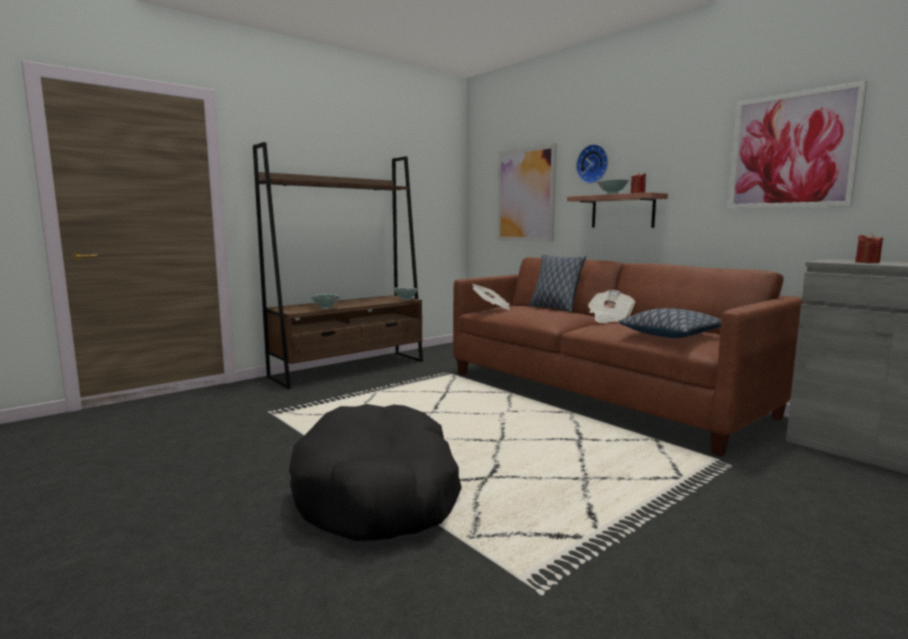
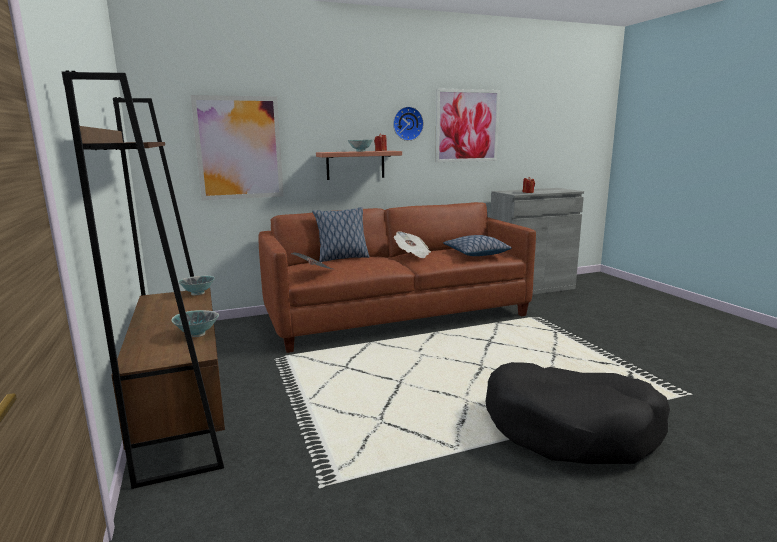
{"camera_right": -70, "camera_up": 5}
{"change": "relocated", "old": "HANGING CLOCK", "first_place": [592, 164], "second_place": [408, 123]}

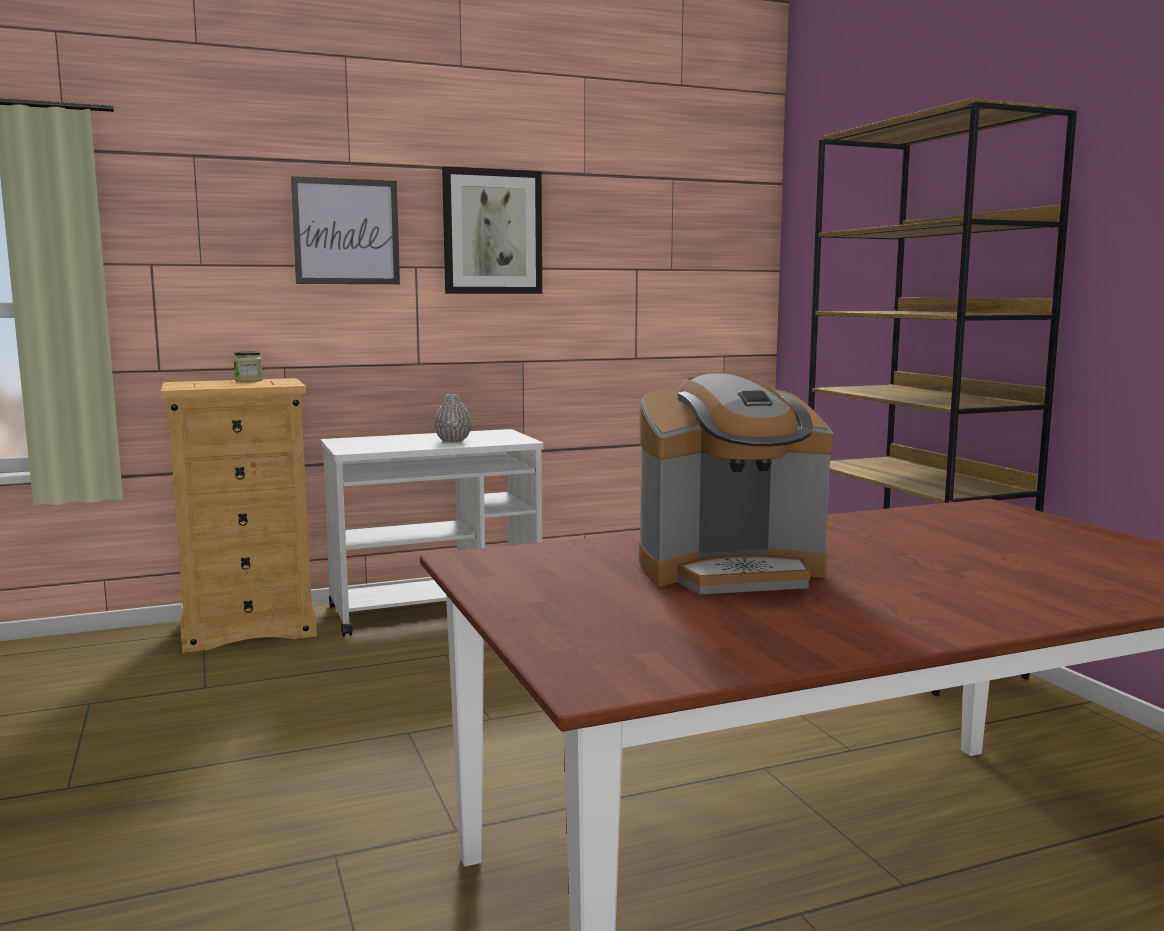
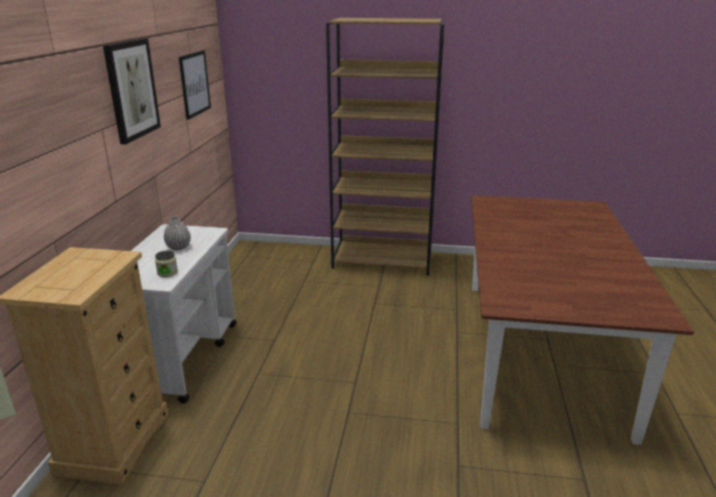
{"camera_right": -60, "camera_up": 15}
{"change": "relocated", "old": "STORAGE JAR", "first_place": [248, 366], "second_place": [166, 264]}
{"change": "relocated", "old": "WALL PICTURE", "first_place": [345, 230], "second_place": [195, 85]}
{"change": "missing", "old": "COFFEE MACHINE", "first_place": [736, 484]}

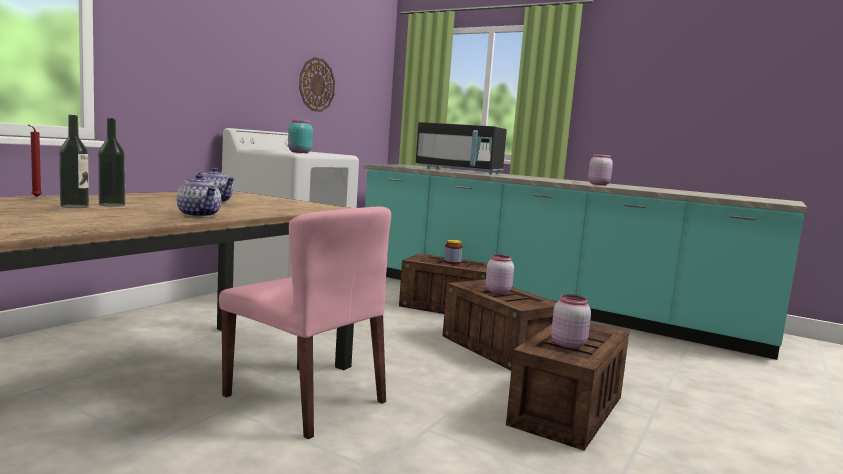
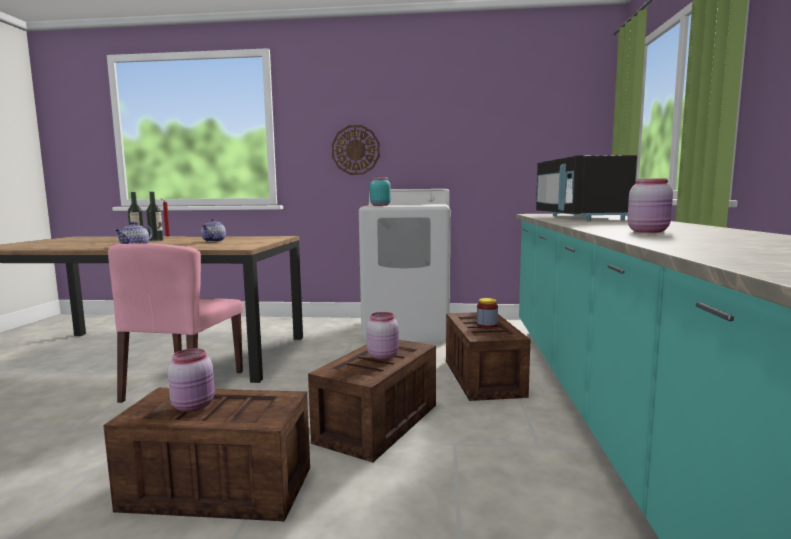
{"camera_right": 65, "camera_up": 0}
{"change": "relocated", "old": "HANGING CLOCK", "first_place": [317, 84], "second_place": [356, 150]}

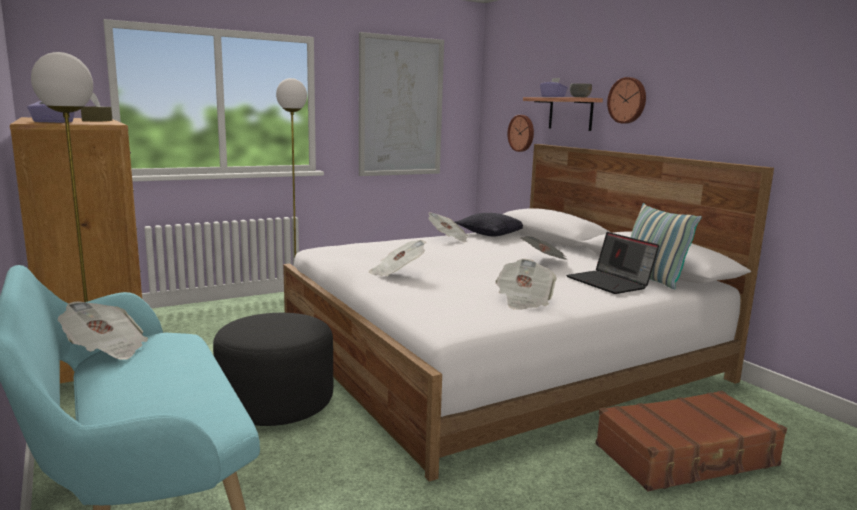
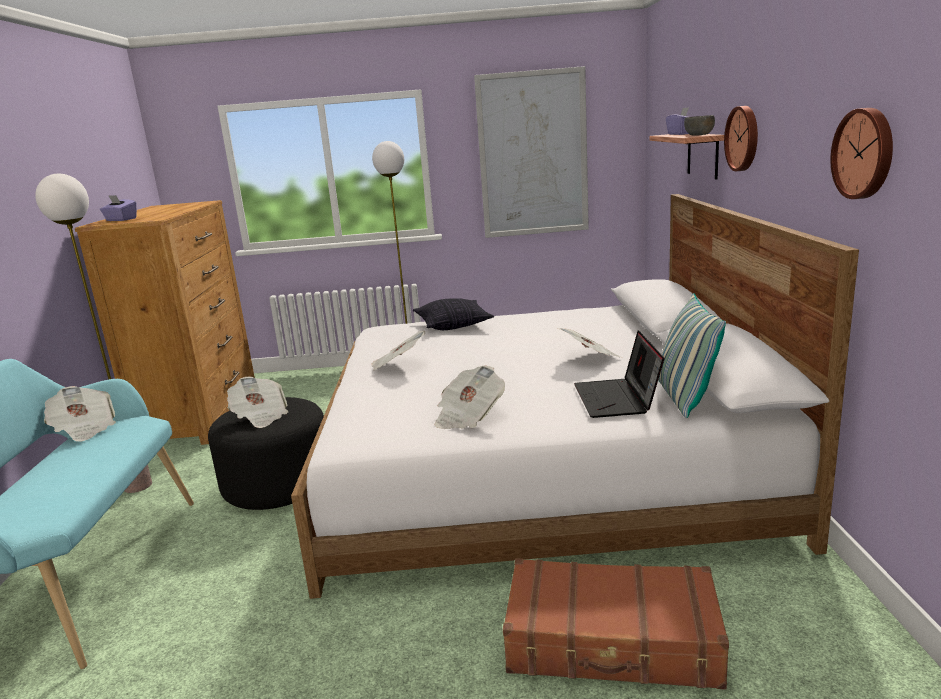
{"camera_right": 30, "camera_up": 5}
{"change": "relocated", "old": "PRINTED PAPER", "first_place": [448, 227], "second_place": [257, 402]}
{"change": "relocated", "old": "THROW PILLOW", "first_place": [489, 224], "second_place": [453, 314]}
{"change": "relocated", "old": "HANGING CLOCK", "first_place": [520, 133], "second_place": [862, 153]}
{"change": "missing", "old": "BROWNISH BOX OF TISSUES", "first_place": [96, 107]}

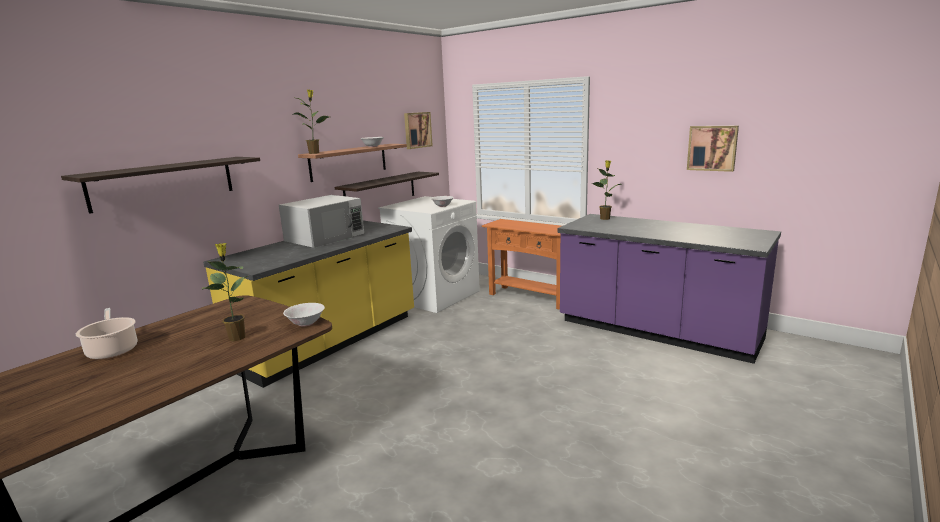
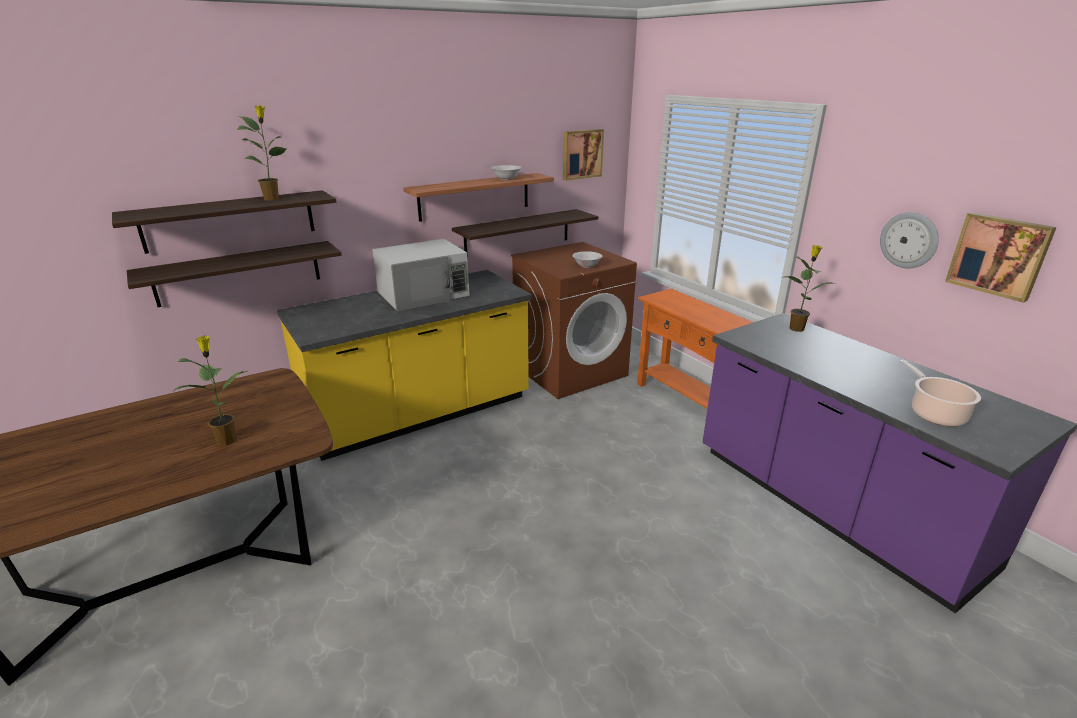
{"camera_right": 20, "camera_up": 10}
{"change": "appeared", "new": "WALL SHELF", "second_place": [234, 274]}
{"change": "relocated", "old": "HOUSEPLANT", "first_place": [311, 121], "second_place": [261, 152]}
{"change": "colour", "old": "WHITE-COLOURED WASHING MACHINE", "new": "BROWNISH WASHING MACHINE", "first_place": [429, 254], "second_place": [574, 320]}
{"change": "appeared", "new": "HANGING CLOCK", "second_place": [909, 240]}
{"change": "relocated", "old": "COOKING POT", "first_place": [106, 333], "second_place": [940, 393]}
{"change": "missing", "old": "WHITE-COLOURED BOWL", "first_place": [304, 315]}

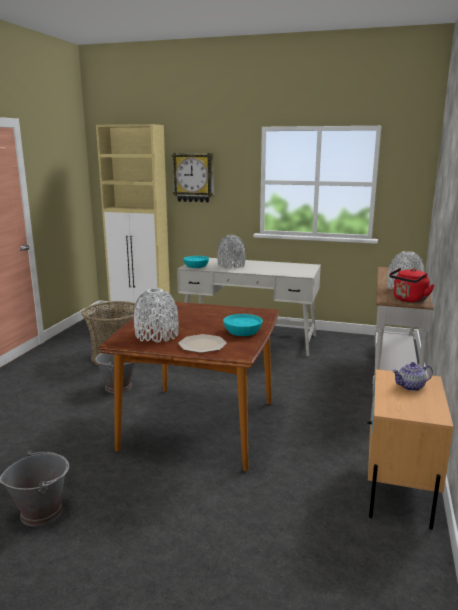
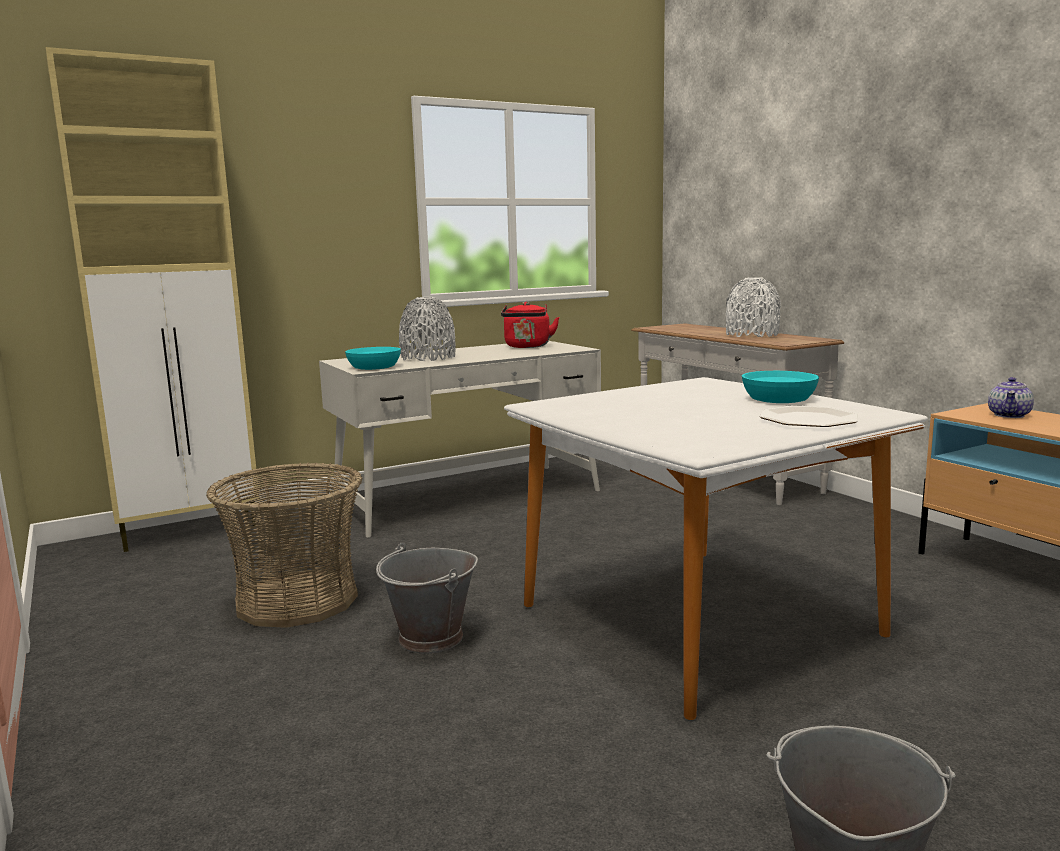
{"camera_right": -45, "camera_up": -5}
{"change": "relocated", "old": "RED-COLOURED TEA KETTLE", "first_place": [411, 285], "second_place": [530, 325]}
{"change": "colour", "old": "BROWNISH KITCHEN TABLE", "new": "WHITE-COLOURED KITCHEN TABLE", "first_place": [188, 386], "second_place": [716, 548]}
{"change": "missing", "old": "WHITE-COLOURED DECORATIVE VASE", "first_place": [156, 315]}
{"change": "missing", "old": "HANGING CLOCK", "first_place": [193, 177]}

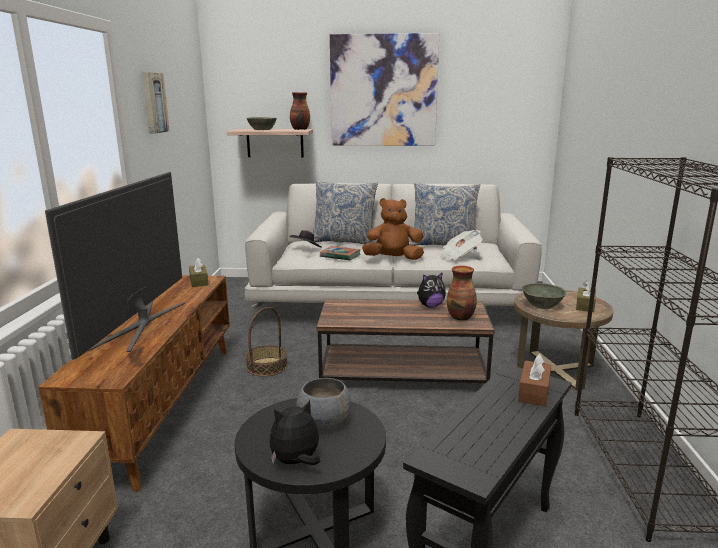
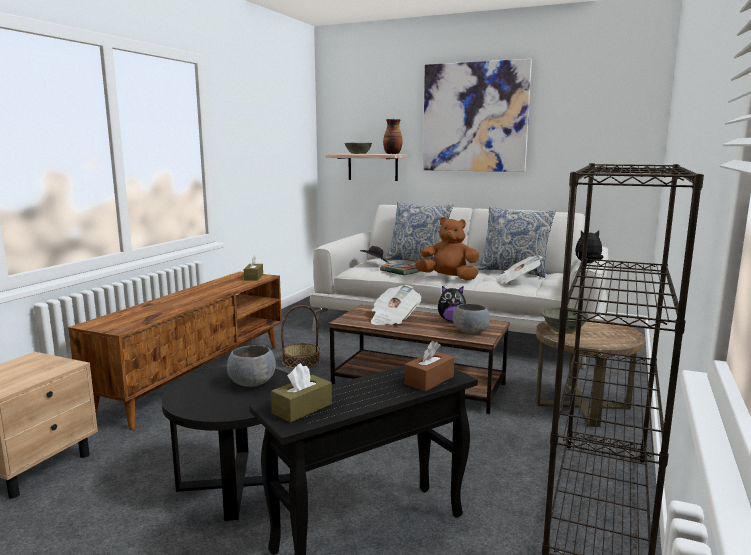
{"camera_right": 20, "camera_up": -5}
{"change": "relocated", "old": "BROWNISH BOX OF TISSUES", "first_place": [586, 296], "second_place": [301, 392]}
{"change": "appeared", "new": "PRINTED PAPER", "second_place": [396, 305]}
{"change": "exchanged", "old": "DECORATIVE VASE", "new": "GREYISH BOWL", "first_place": [462, 293], "second_place": [471, 319]}
{"change": "relocated", "old": "CUDDLY TOY", "first_place": [294, 432], "second_place": [589, 246]}
{"change": "missing", "old": "TELEVISION", "first_place": [115, 266]}
{"change": "missing", "old": "WALL PICTURE", "first_place": [156, 103]}

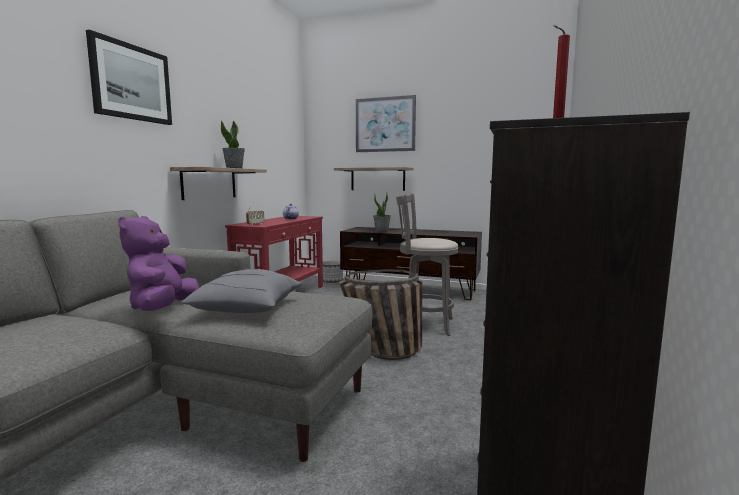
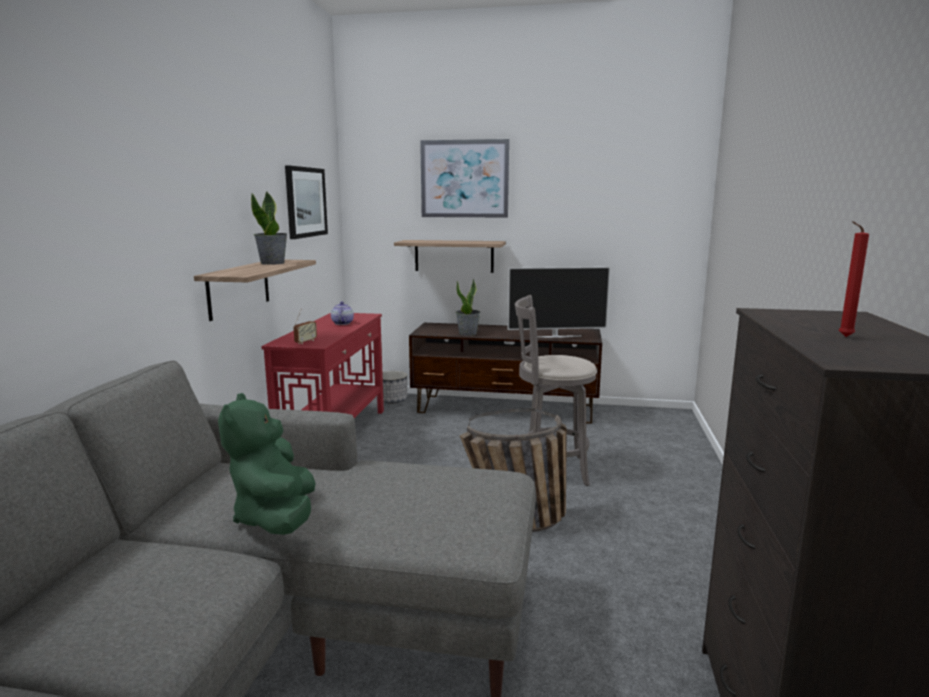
{"camera_right": -10, "camera_up": 5}
{"change": "colour", "old": "PURPLE-COLOURED CUDDLY TOY", "new": "GREEN CUDDLY TOY", "first_place": [158, 263], "second_place": [267, 464]}
{"change": "relocated", "old": "WALL PICTURE", "first_place": [129, 77], "second_place": [306, 202]}
{"change": "appeared", "new": "TELEVISION", "second_place": [558, 302]}
{"change": "missing", "old": "GREYISH THROW PILLOW", "first_place": [241, 291]}

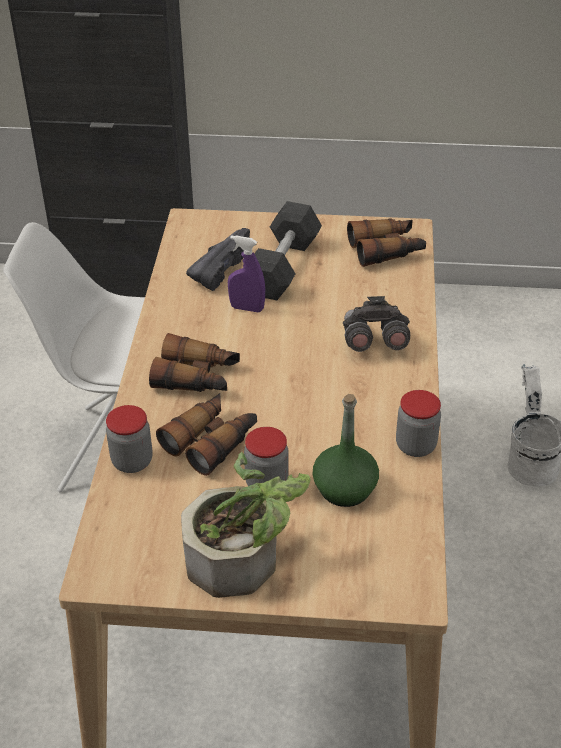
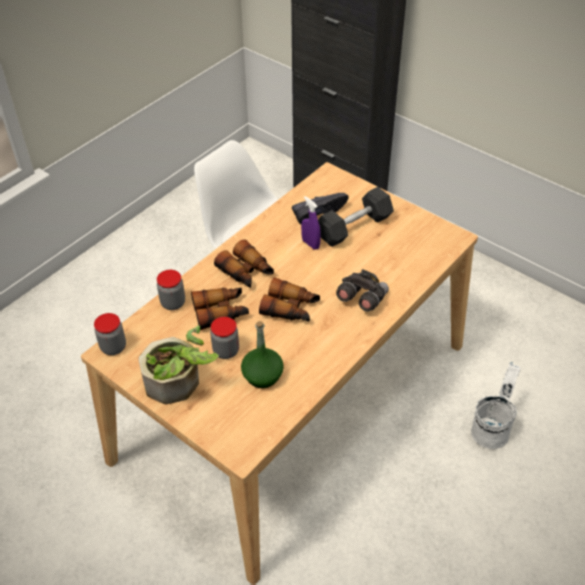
{"camera_right": 35, "camera_up": 5}
{"change": "relocated", "old": "STORAGE JAR", "first_place": [418, 423], "second_place": [110, 334]}
{"change": "relocated", "old": "BINOCULARS", "first_place": [386, 242], "second_place": [289, 299]}

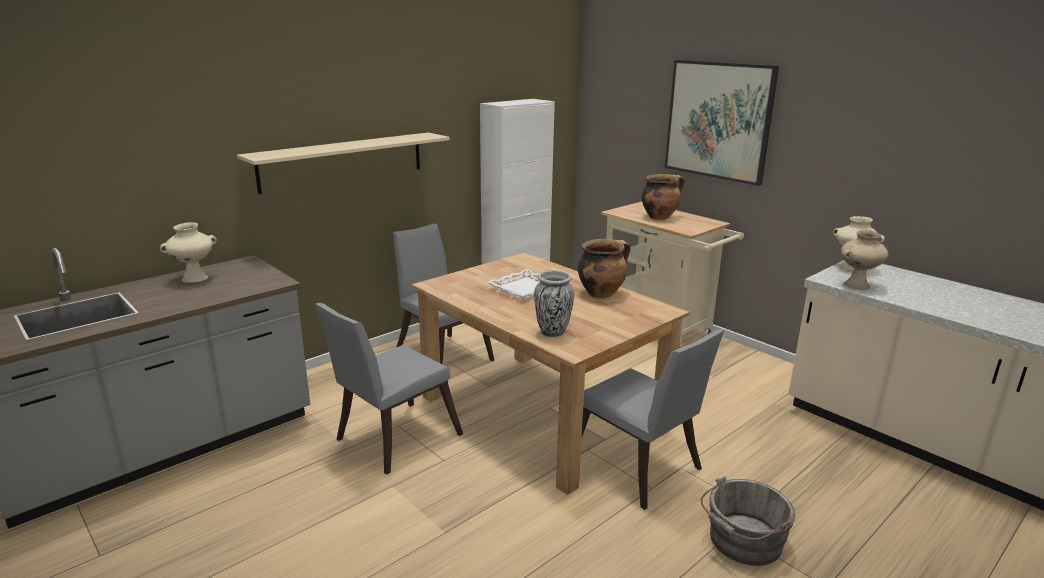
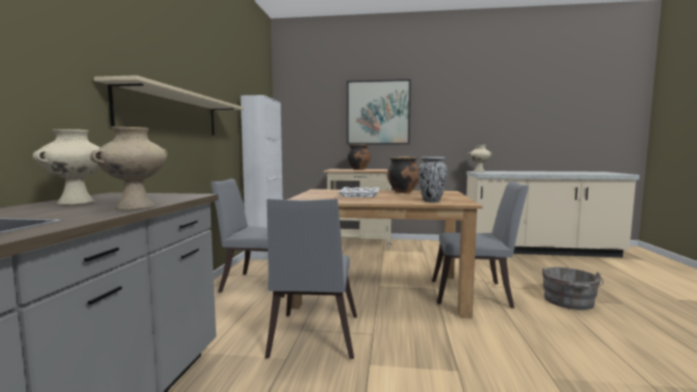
{"camera_right": -40, "camera_up": -15}
{"change": "relocated", "old": "BEIGE DECORATIVE VASE", "first_place": [864, 260], "second_place": [129, 168]}

